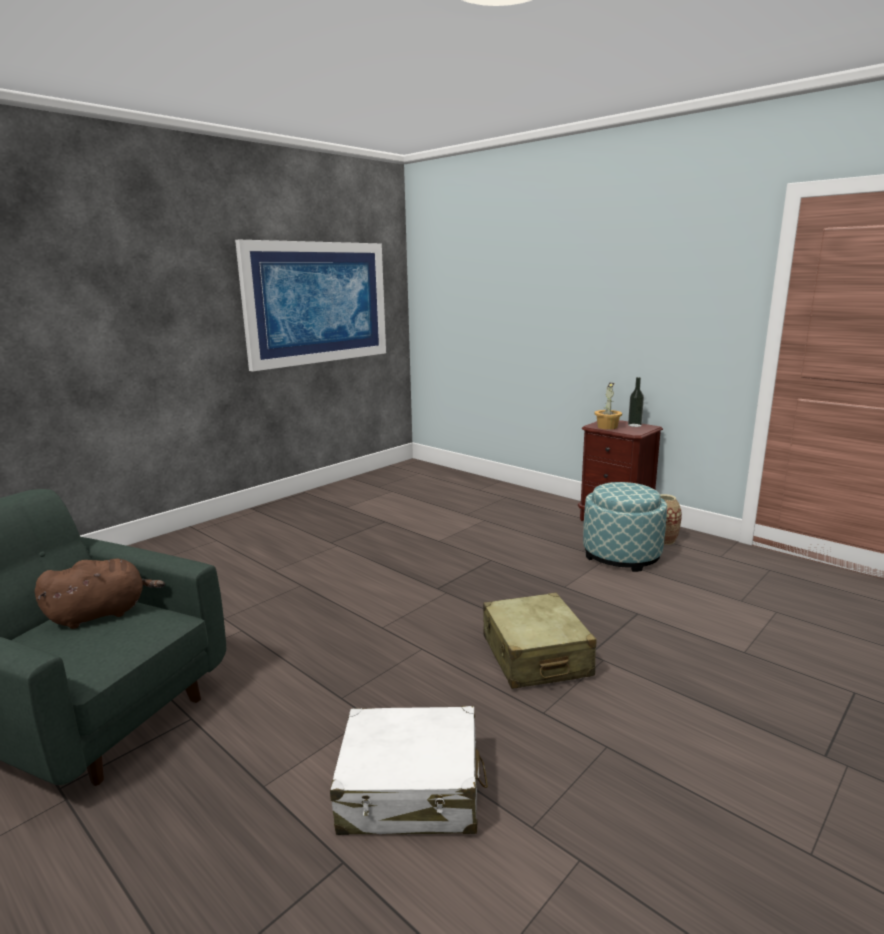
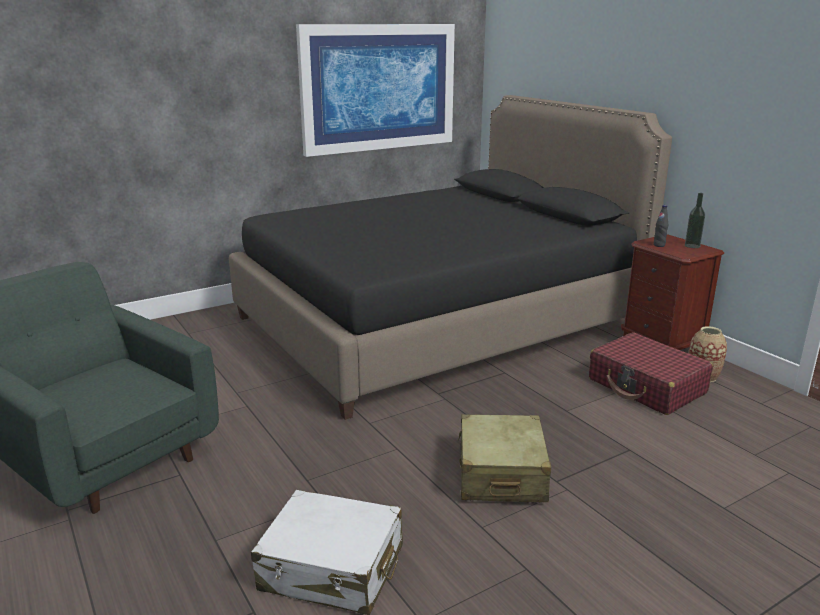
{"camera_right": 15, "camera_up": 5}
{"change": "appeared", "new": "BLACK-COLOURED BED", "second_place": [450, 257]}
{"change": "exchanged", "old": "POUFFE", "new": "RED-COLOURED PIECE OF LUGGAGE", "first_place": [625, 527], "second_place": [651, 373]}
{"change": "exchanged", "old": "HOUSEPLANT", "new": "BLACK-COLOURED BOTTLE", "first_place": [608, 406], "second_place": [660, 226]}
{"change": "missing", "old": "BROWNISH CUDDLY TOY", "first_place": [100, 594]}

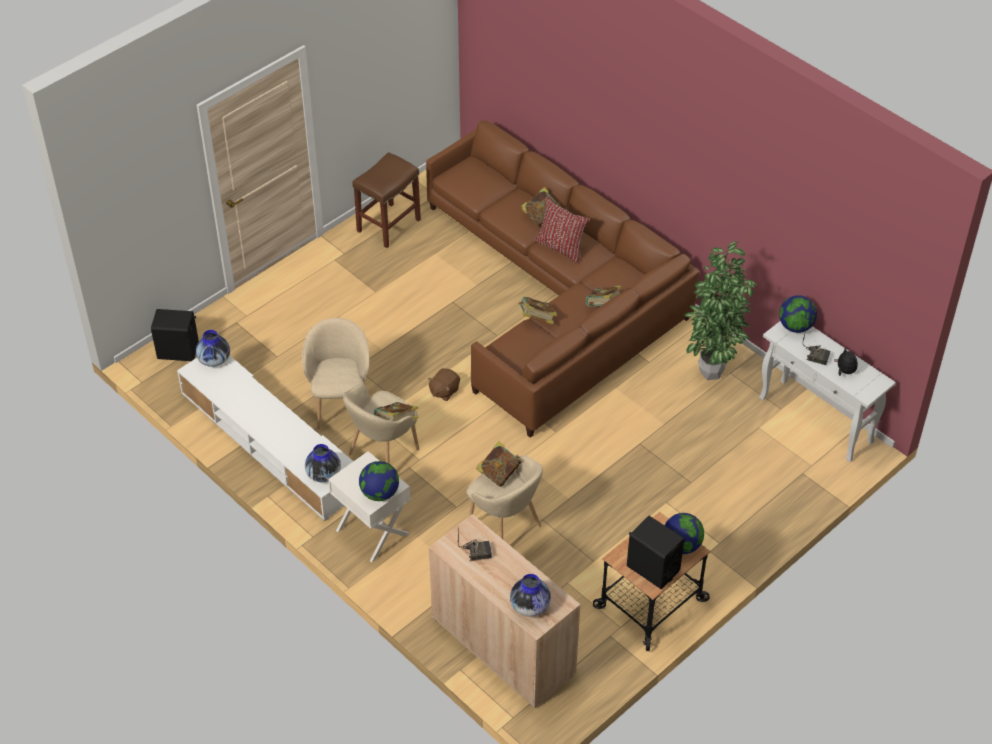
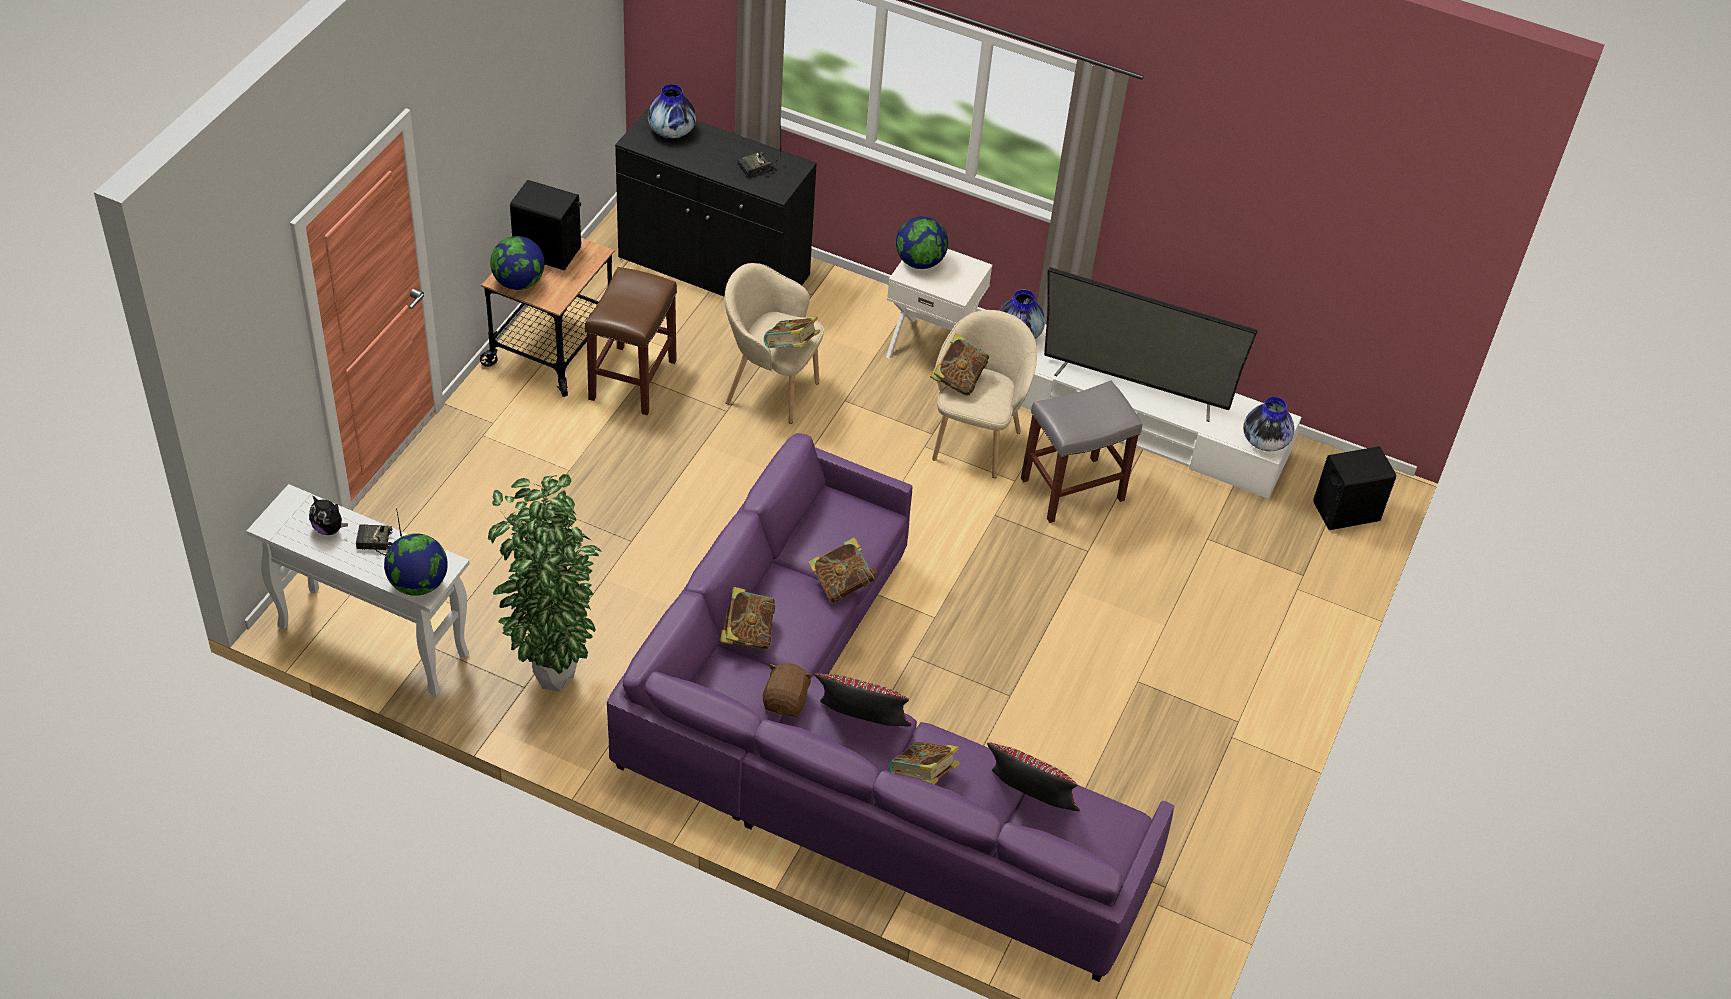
{"camera_right": 155, "camera_up": 0}
{"change": "relocated", "old": "BROWNISH STOOL SEAT", "first_place": [386, 200], "second_place": [631, 341]}
{"change": "colour", "old": "BROWNISH COUCH", "new": "PURPLE-COLOURED COUCH", "first_place": [562, 279], "second_place": [890, 707]}
{"change": "colour", "old": "BEIGE CUPBOARD", "new": "BLACK-COLOURED CUPBOARD", "first_place": [504, 611], "second_place": [716, 201]}
{"change": "relocated", "old": "BROWNISH CUDDLY TOY", "first_place": [444, 384], "second_place": [788, 690]}
{"change": "appeared", "new": "RED-COLOURED THROW PILLOW", "second_place": [1033, 776]}
{"change": "exchanged", "old": "BEIGE EASY CHAIR", "new": "GREYISH STOOL SEAT", "first_place": [335, 373], "second_place": [1081, 452]}
{"change": "appeared", "new": "TELEVISION", "second_place": [1151, 344]}

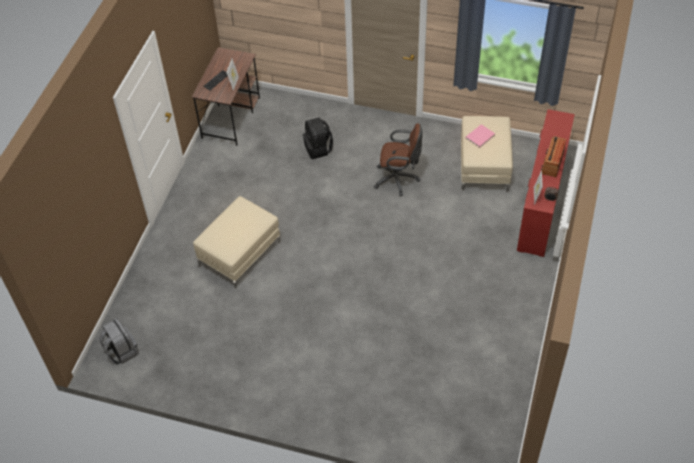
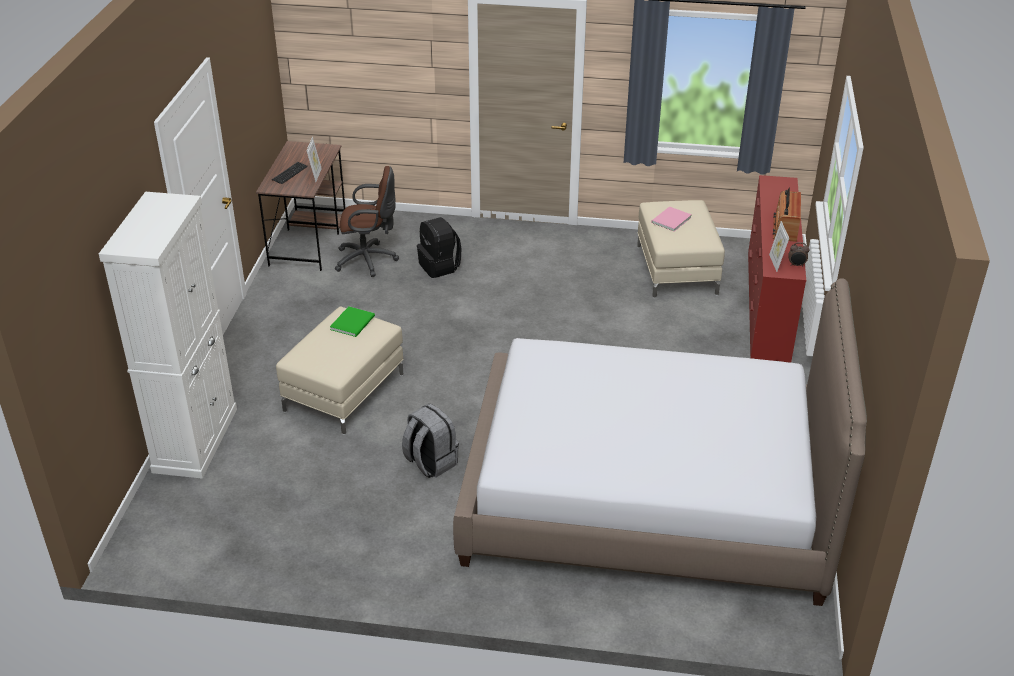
{"camera_right": -10, "camera_up": -15}
{"change": "appeared", "new": "WHITE-COLOURED CUPBOARD", "second_place": [168, 335]}
{"change": "appeared", "new": "GREEN VOLUME", "second_place": [352, 321]}
{"change": "relocated", "old": "BROWNISH OFFICE CHAIR", "first_place": [398, 160], "second_place": [367, 221]}
{"change": "relocated", "old": "GREYISH BACKPACK", "first_place": [119, 341], "second_place": [430, 441]}
{"change": "appeared", "new": "BED", "second_place": [660, 442]}

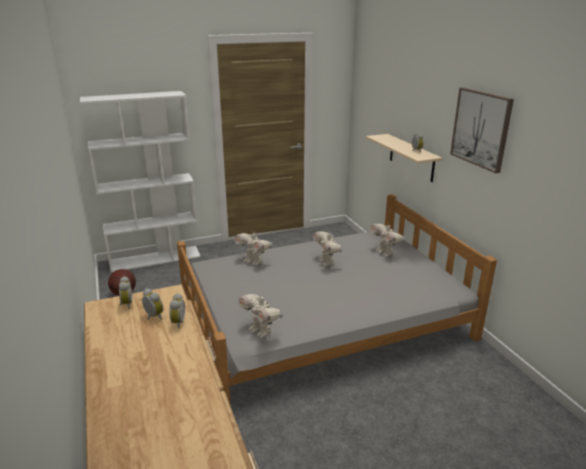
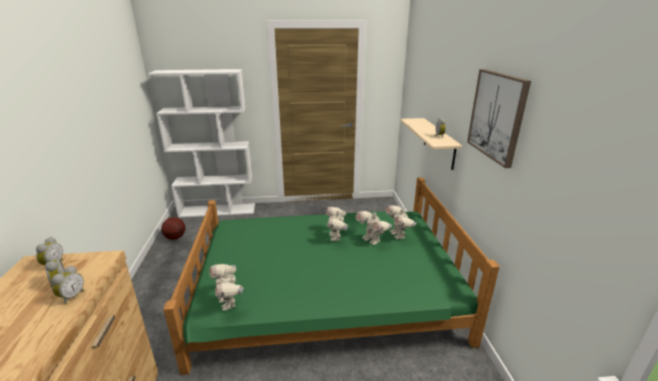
{"camera_right": 15, "camera_up": 0}
{"change": "colour", "old": "GREYISH BED", "new": "GREEN BED", "first_place": [337, 300], "second_place": [331, 276]}
{"change": "relocated", "old": "MODEL ROBOT", "first_place": [253, 248], "second_place": [373, 228]}

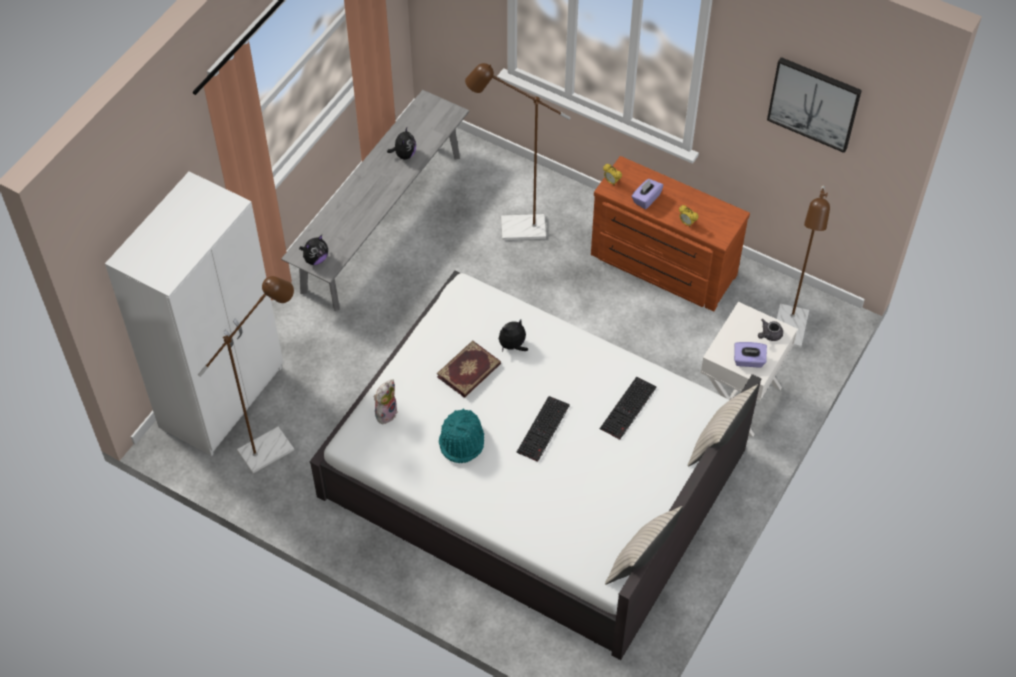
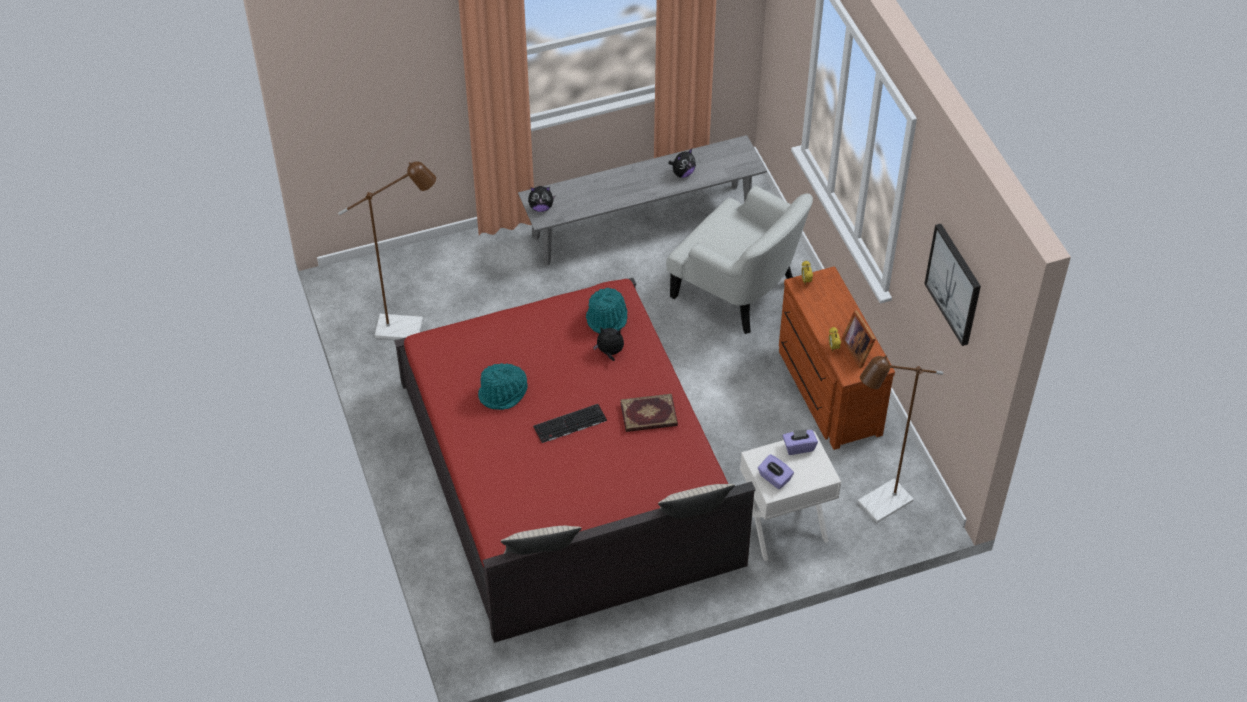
{"camera_right": 40, "camera_up": -5}
{"change": "colour", "old": "WHITE-COLOURED BED", "new": "RED-COLOURED BED", "first_place": [535, 465], "second_place": [574, 460]}
{"change": "appeared", "new": "TURQUOISE-COLOURED HAT", "second_place": [606, 311]}
{"change": "relocated", "old": "VOLUME", "first_place": [469, 369], "second_place": [649, 413]}
{"change": "exchanged", "old": "BROWNISH FLOOR LAMP", "new": "WHITE-COLOURED EASY CHAIR", "first_place": [518, 151], "second_place": [739, 259]}
{"change": "relocated", "old": "PURPLE-COLOURED BOX OF TISSUES", "first_place": [647, 194], "second_place": [800, 442]}
{"change": "appeared", "new": "STANDING FRAME", "second_place": [858, 339]}
{"change": "missing", "old": "WHITE-COLOURED CLOTHES CUPBOARD", "first_place": [194, 313]}
{"change": "missing", "old": "CUDDLY TOY", "first_place": [386, 402]}
{"change": "missing", "old": "PC KEYBOARD", "first_place": [628, 408]}
{"change": "missing", "old": "GREYISH TEAPOT", "first_place": [770, 330]}

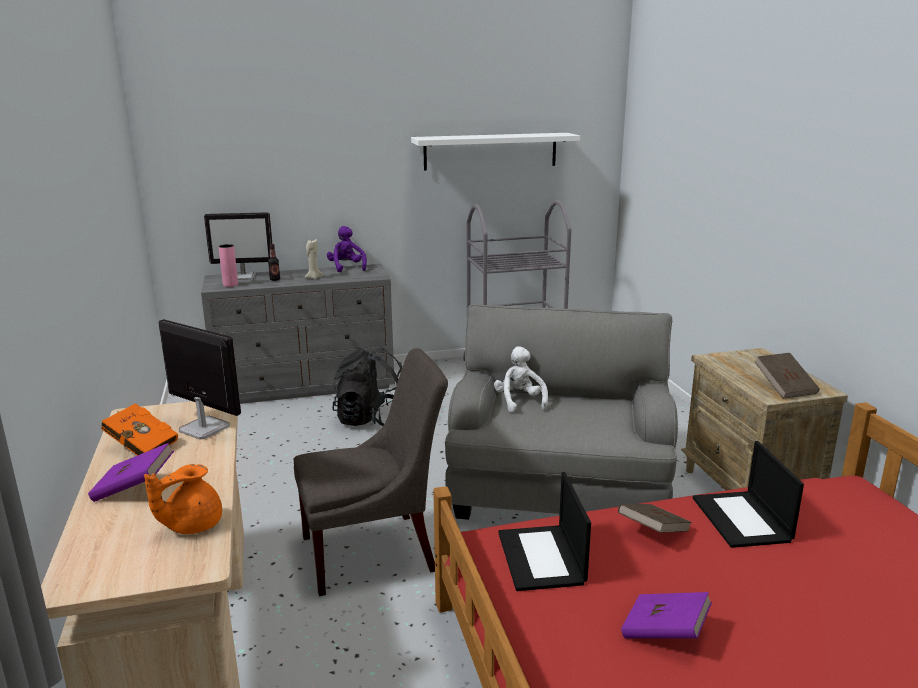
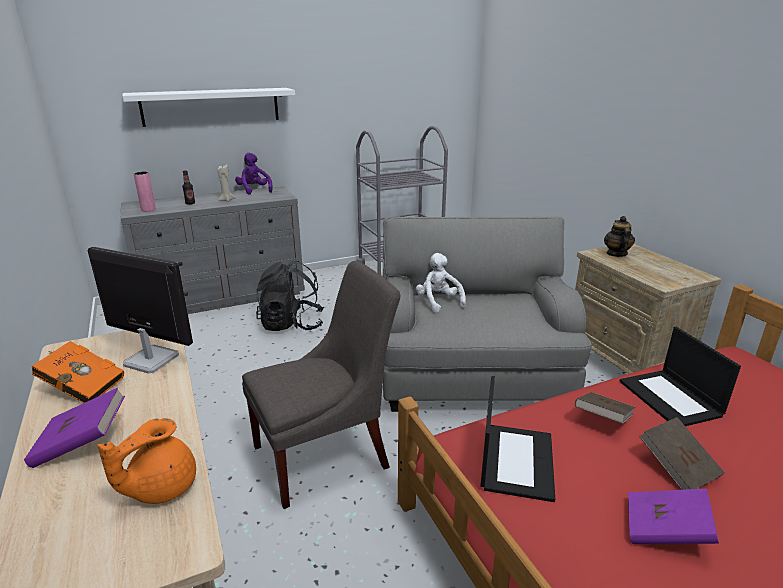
{"camera_right": -10, "camera_up": 5}
{"change": "relocated", "old": "WHITE-COLOURED WALL SHELF", "first_place": [495, 152], "second_place": [209, 107]}
{"change": "spun", "old": "NOTEBOOK COMPUTER", "first_place": [544, 531], "second_place": [517, 439], "degrees": -150}
{"change": "appeared", "new": "TEAPOT", "second_place": [619, 236]}
{"change": "relocated", "old": "BROWNISH VOLUME", "first_place": [787, 376], "second_place": [682, 453]}
{"change": "missing", "old": "MONITOR", "first_place": [238, 246]}

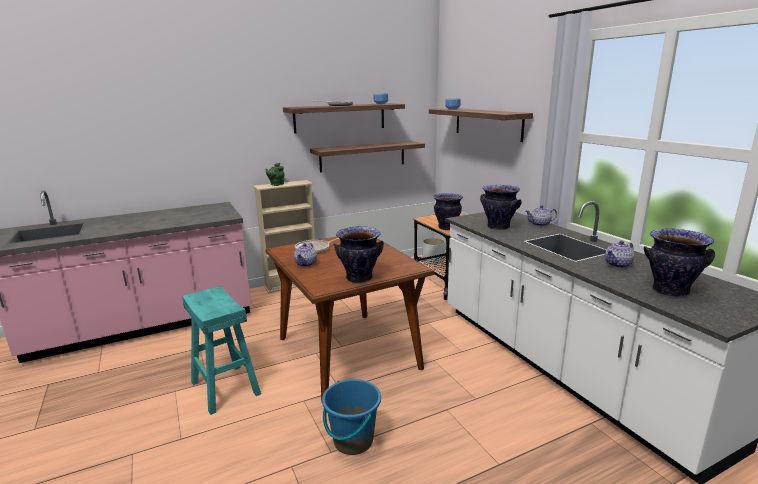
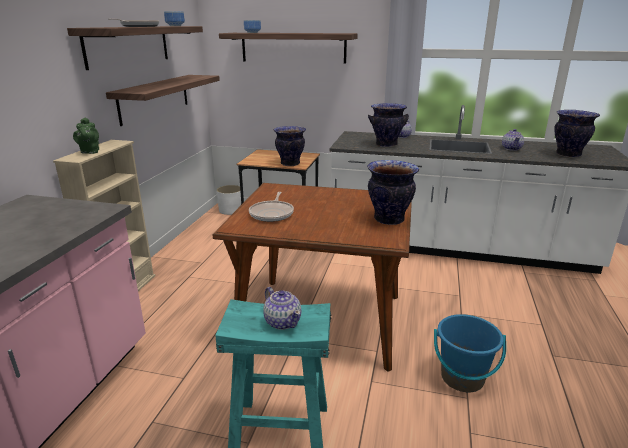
{"camera_right": -50, "camera_up": 5}
{"change": "relocated", "old": "TEAPOT", "first_place": [305, 255], "second_place": [282, 308]}

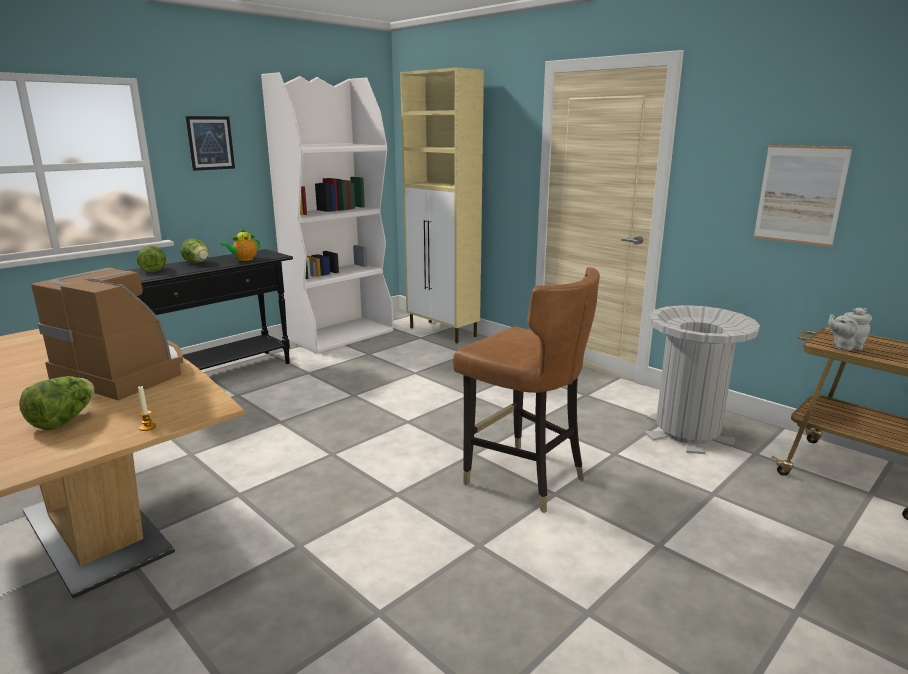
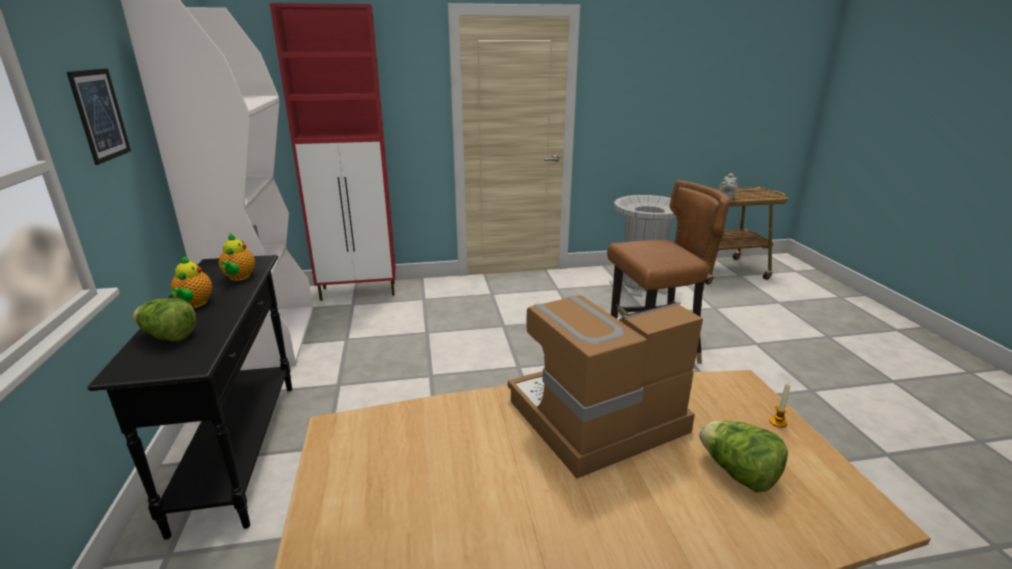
{"camera_right": -55, "camera_up": 5}
{"change": "exchanged", "old": "HEAD OF LETTUCE", "new": "TEAPOT", "first_place": [194, 250], "second_place": [191, 281]}
{"change": "colour", "old": "BEIGE CUPBOARD", "new": "RED-COLOURED CUPBOARD", "first_place": [442, 205], "second_place": [333, 152]}
{"change": "missing", "old": "WALL PICTURE", "first_place": [803, 196]}

